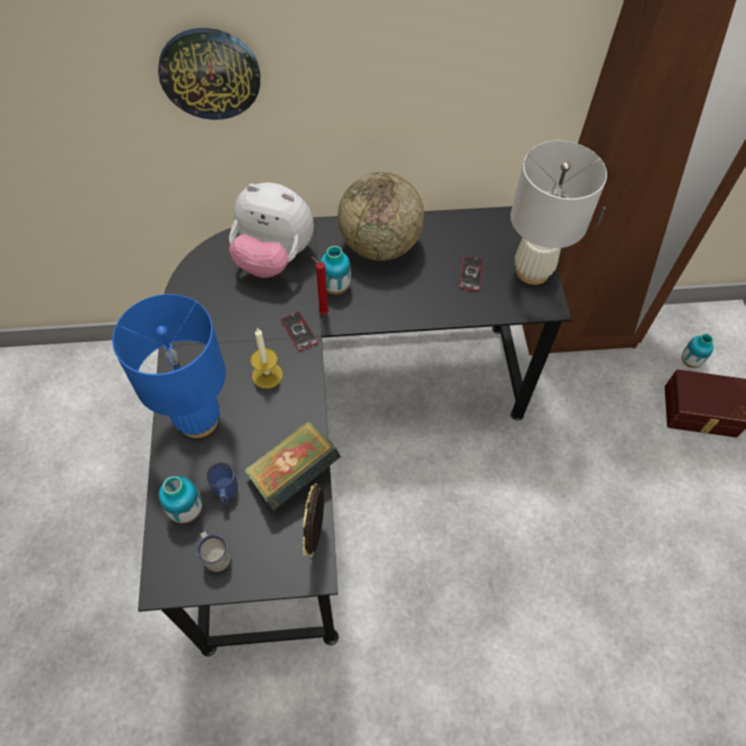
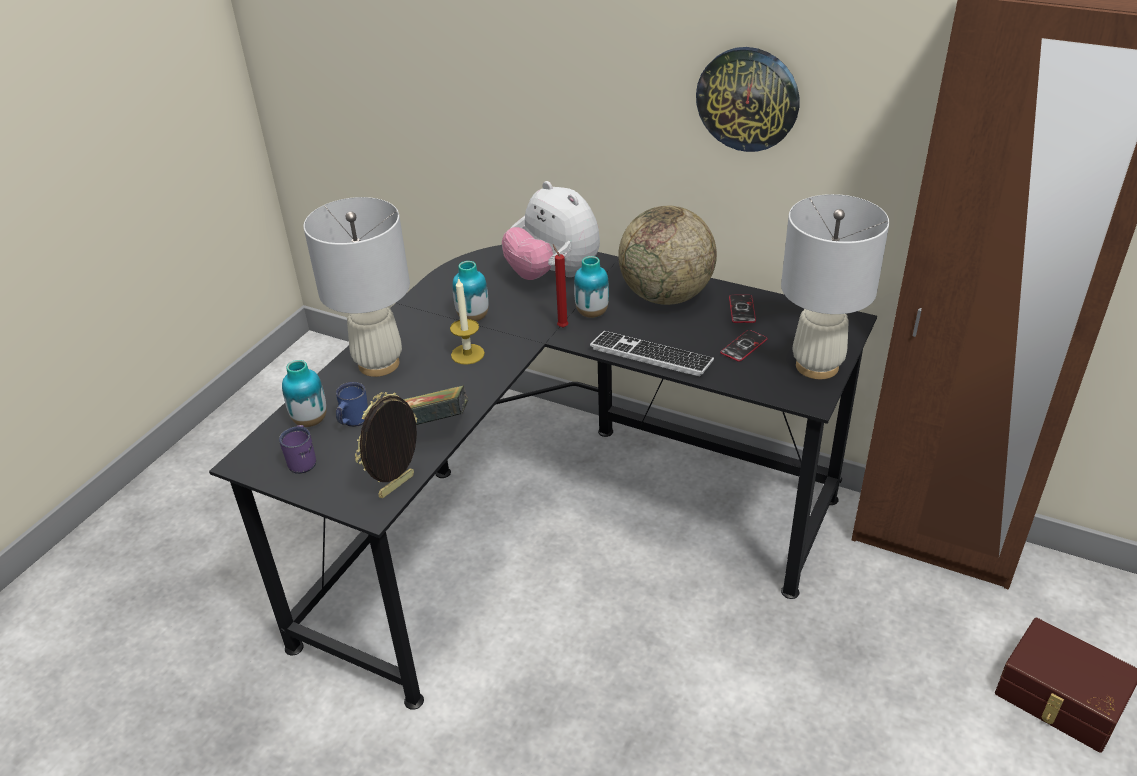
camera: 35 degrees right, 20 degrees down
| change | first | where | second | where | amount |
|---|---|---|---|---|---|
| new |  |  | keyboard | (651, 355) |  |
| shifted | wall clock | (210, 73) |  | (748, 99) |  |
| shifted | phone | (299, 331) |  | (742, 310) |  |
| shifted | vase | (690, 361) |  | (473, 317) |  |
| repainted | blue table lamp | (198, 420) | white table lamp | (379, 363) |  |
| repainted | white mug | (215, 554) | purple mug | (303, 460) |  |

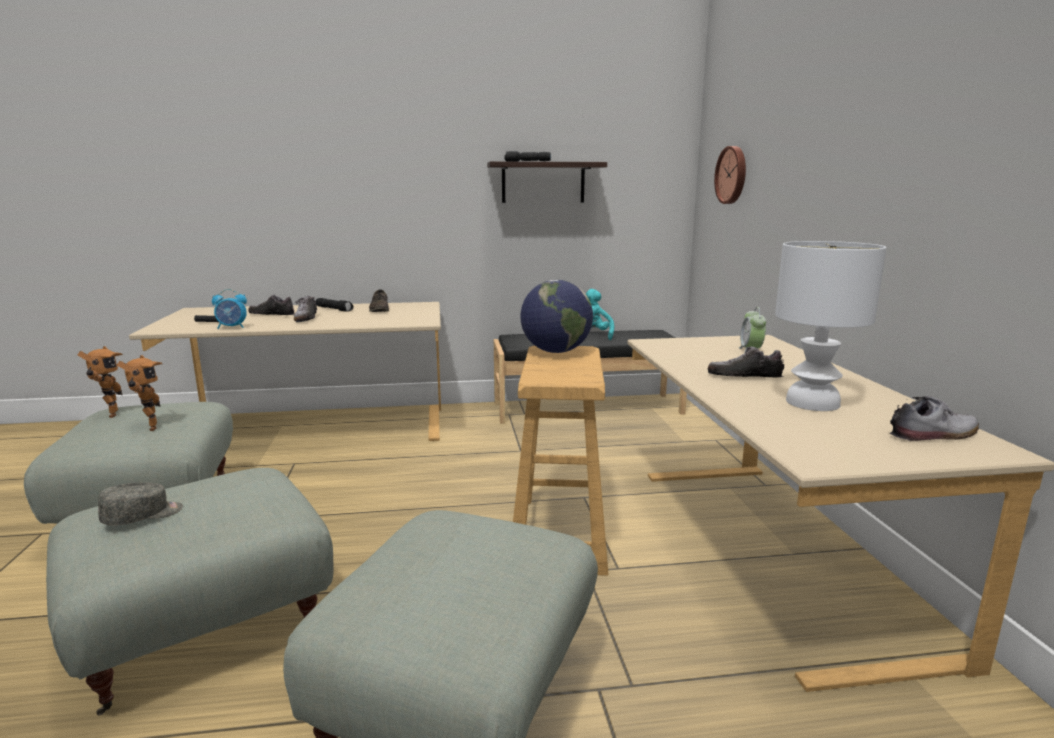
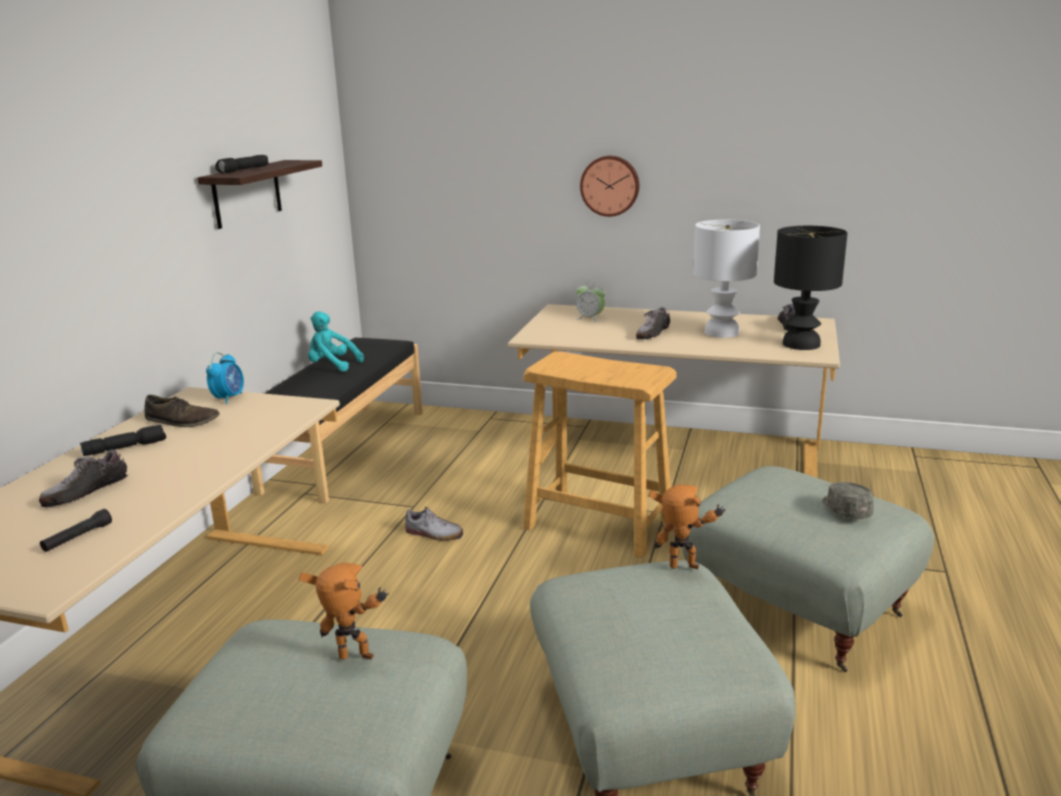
camera: 65 degrees left, 5 degrees up
| change | first | where | second | where | amount |
|---|---|---|---|---|---|
| gone | globe | (556, 351) |  |  |  |
| new |  |  | black table lamp | (802, 344) |  |
| shifted | toy robot | (109, 414) |  | (684, 570) |  |
| shifted | grey cap | (143, 516) |  | (845, 510) |  |
| shifted | alarm clock | (232, 327) |  | (229, 398) |  |
| shifted | shoe | (306, 318) |  | (433, 533) |  |
| shifted | wall clock | (732, 175) |  | (610, 185) |  |

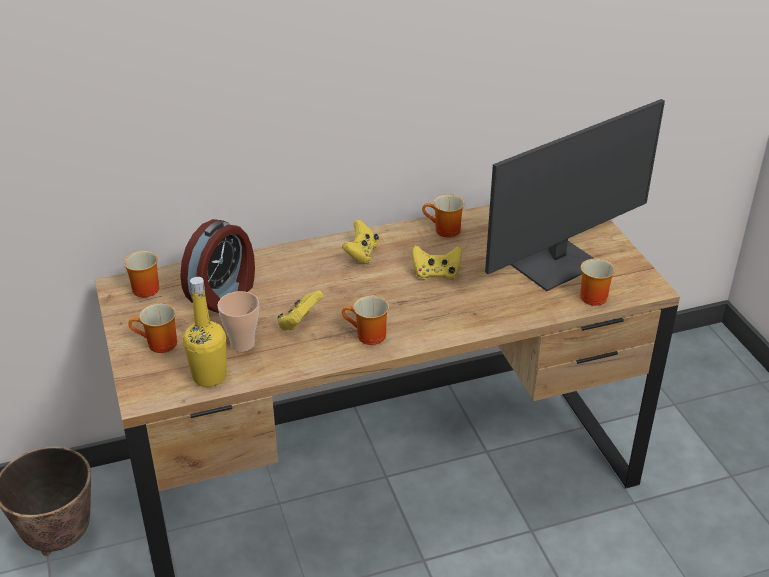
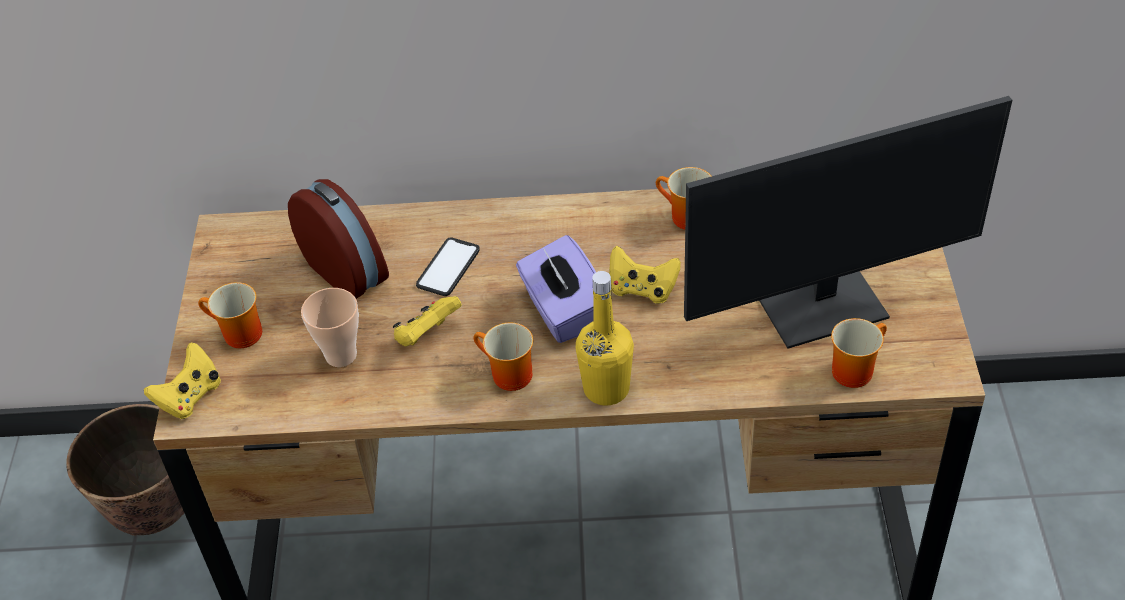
camera: 20 degrees right, 10 degrees up
| change | first | where | second | where | amount |
|---|---|---|---|---|---|
| gone | mug | (143, 287) |  |  |  |
| new |  |  | phone | (448, 268) |  |
| new |  |  | purple tissue box | (563, 311) |  |
| shifted | yellow bottle | (209, 376) |  | (606, 389) |  |
| shifted | yellow game controller | (361, 254) |  | (190, 397) |  |
| rotated | alarm clock | (223, 294) |  | (348, 270) | 90 degrees counterclockwise |

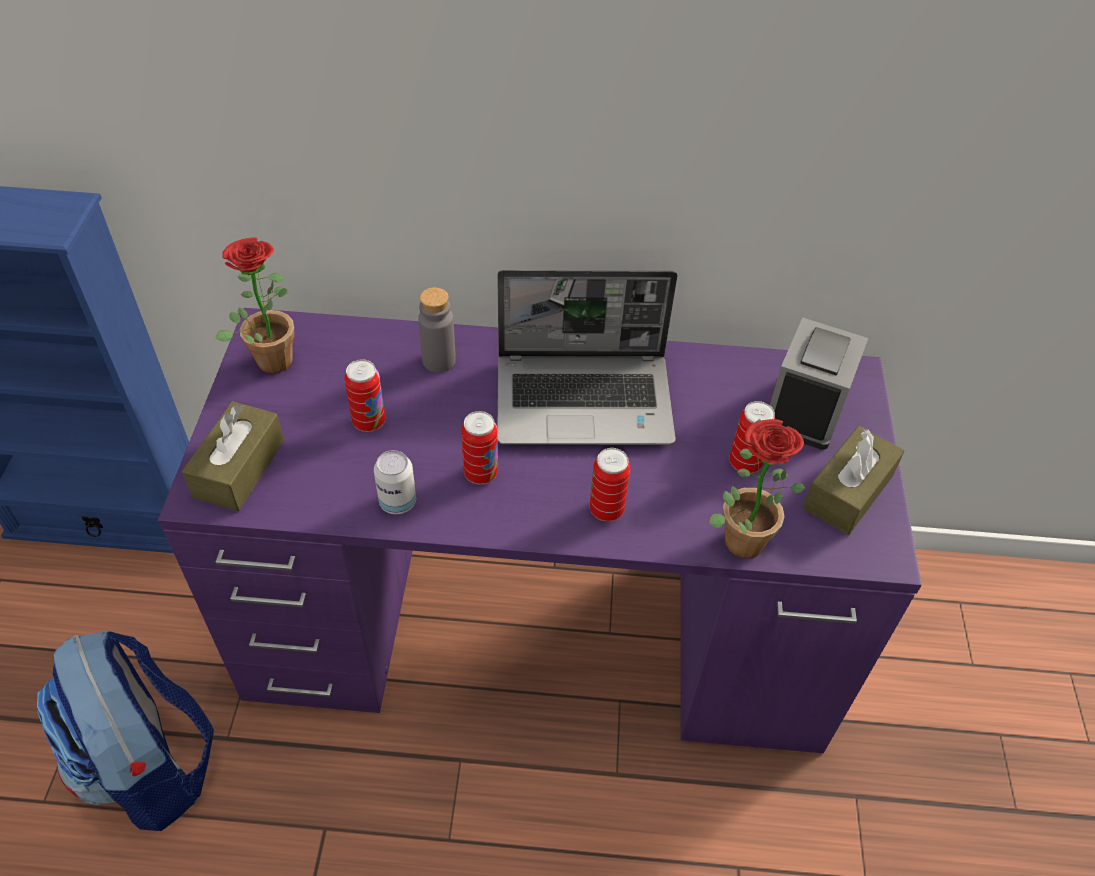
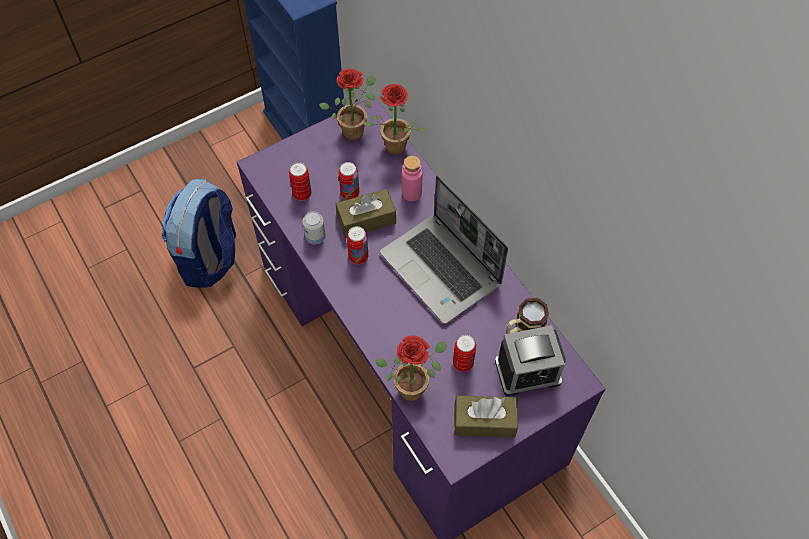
camera: 55 degrees right, 10 degrees up
| change | first | where | second | where | amount |
|---|---|---|---|---|---|
| new |  |  | potted plant | (392, 149) |  |
| new |  |  | mug | (524, 328) |  |
| shifted | brown tissue box | (239, 468) |  | (366, 220) |  |
| shifted | can | (606, 510) |  | (302, 194) |  |
| repainted | grey bottle | (439, 360) | pink bottle | (411, 193) |  |

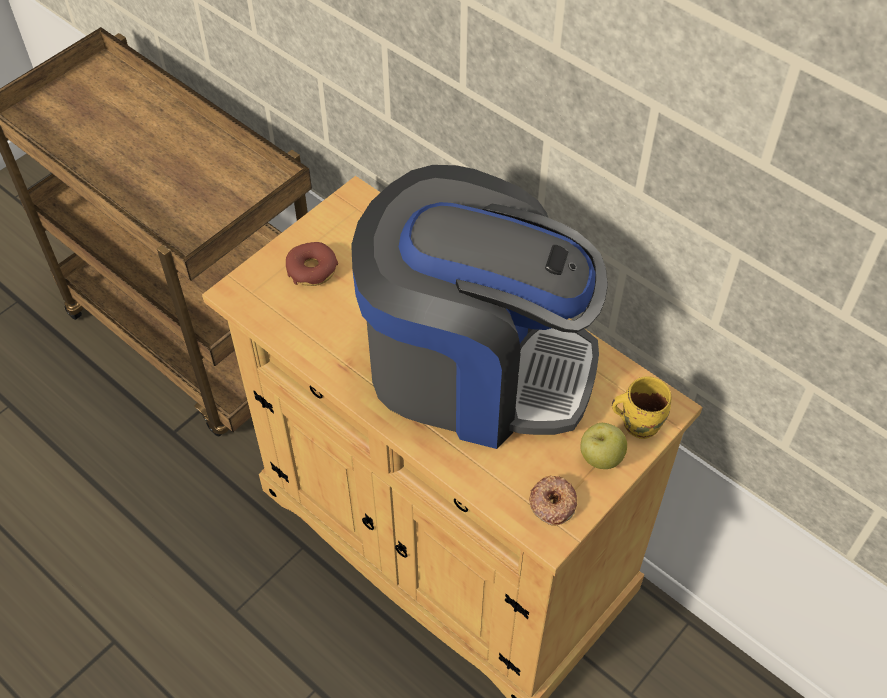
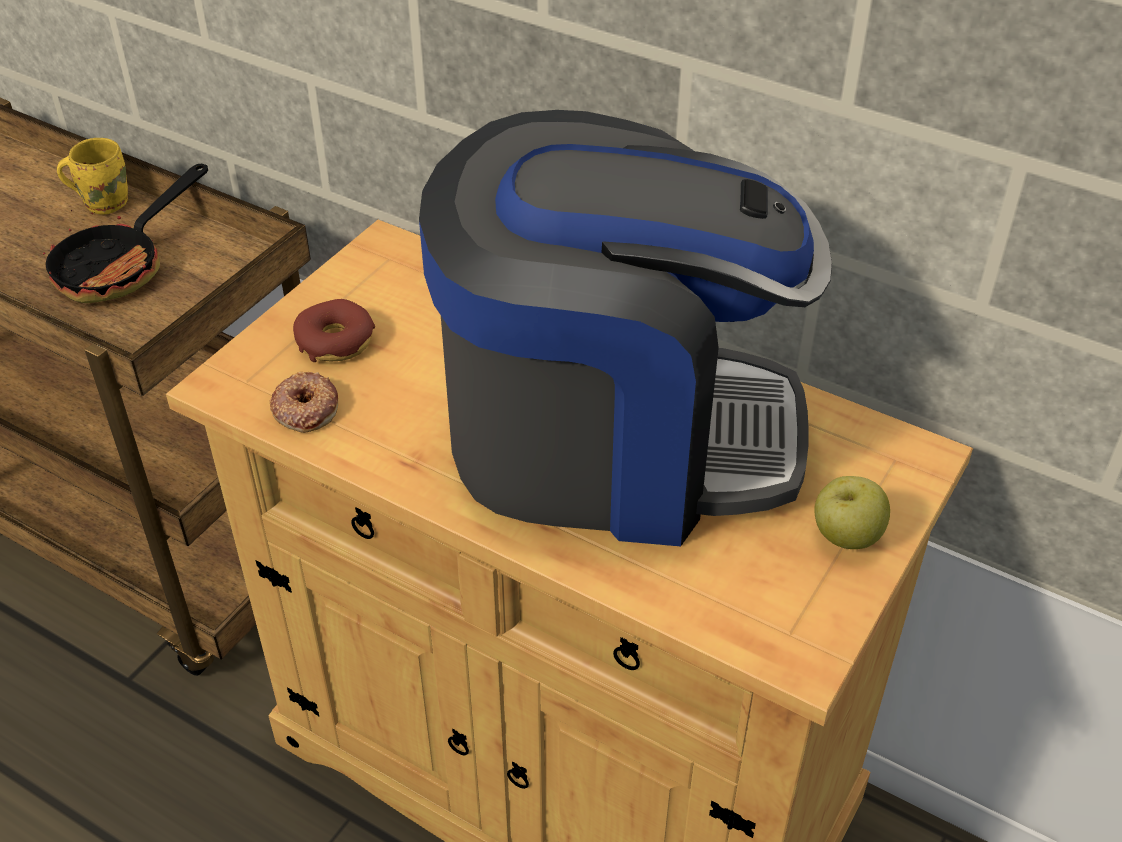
camera: 10 degrees left, 10 degrees down
| change | first | where | second | where | amount |
|---|---|---|---|---|---|
| new |  |  | frying pan | (122, 265) |  |
| shifted | donut | (552, 503) |  | (305, 408) |  |
| shifted | yellow mug | (638, 422) |  | (104, 202) |  |

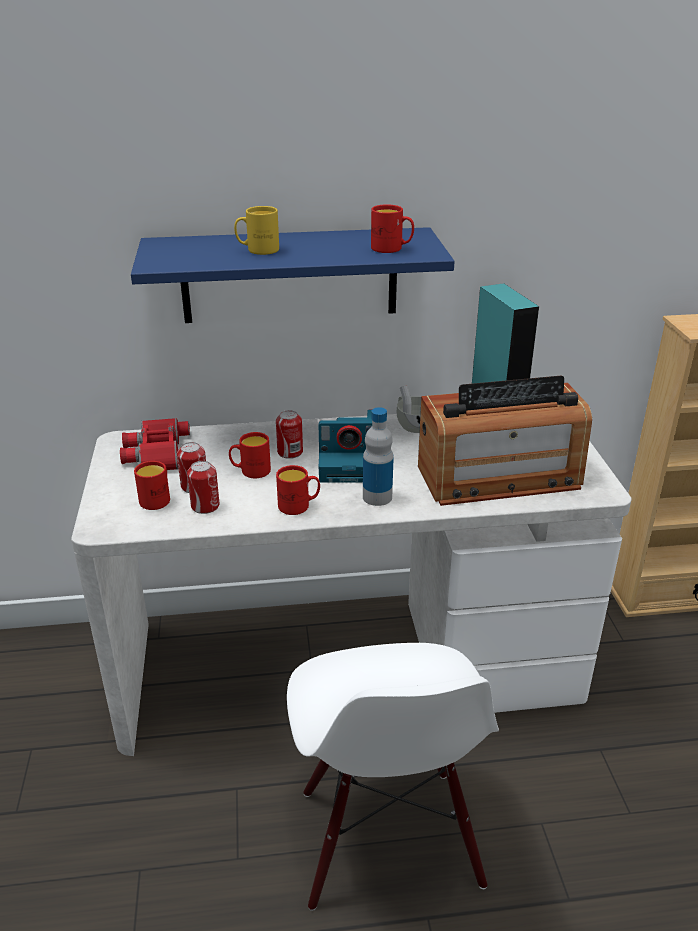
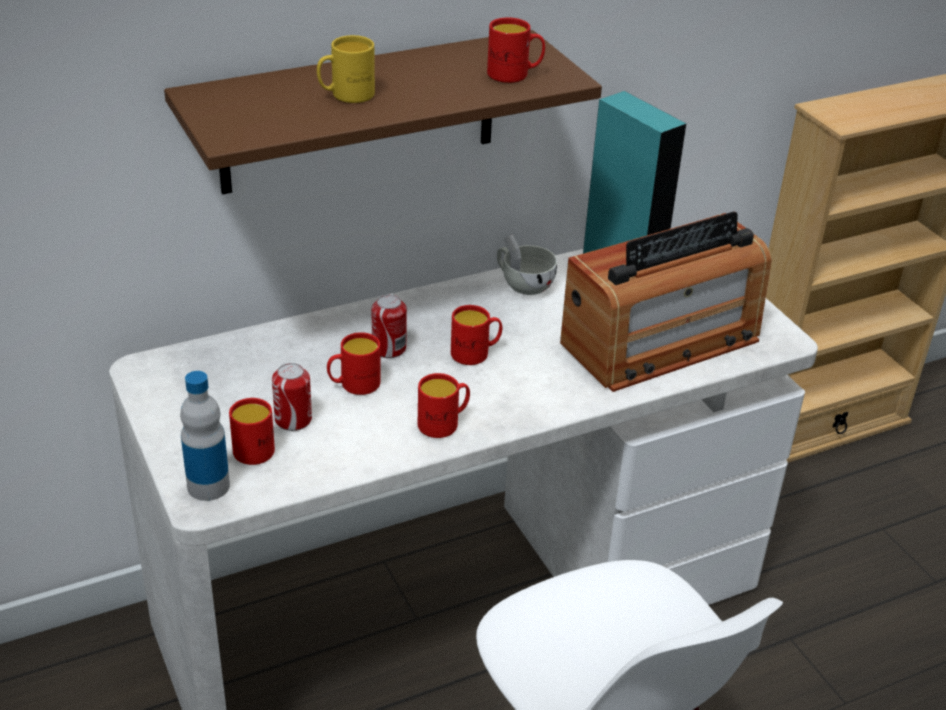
camera: 20 degrees left, 5 degrees up
| change | first | where | second | where | amount |
|---|---|---|---|---|---|
| gone | red binoculars | (156, 452) |  |  |  |
| gone | can | (205, 506) |  |  |  |
| shifted | bottle | (377, 497) |  | (208, 486) |  |
| swapped | photo camera | (351, 464) | red mug | (476, 353) |  |
| repainted | blue shelf | (289, 275) | brown shelf | (359, 113) |  |

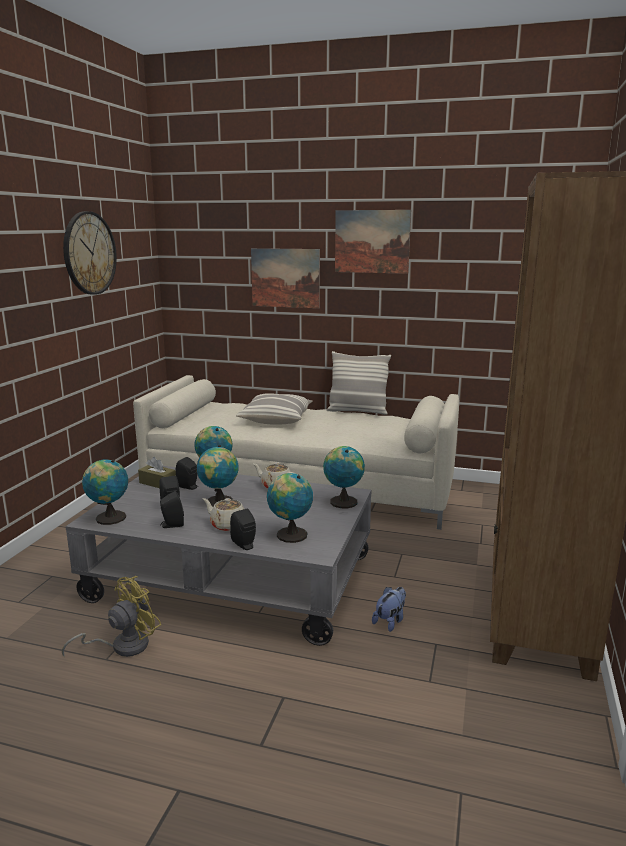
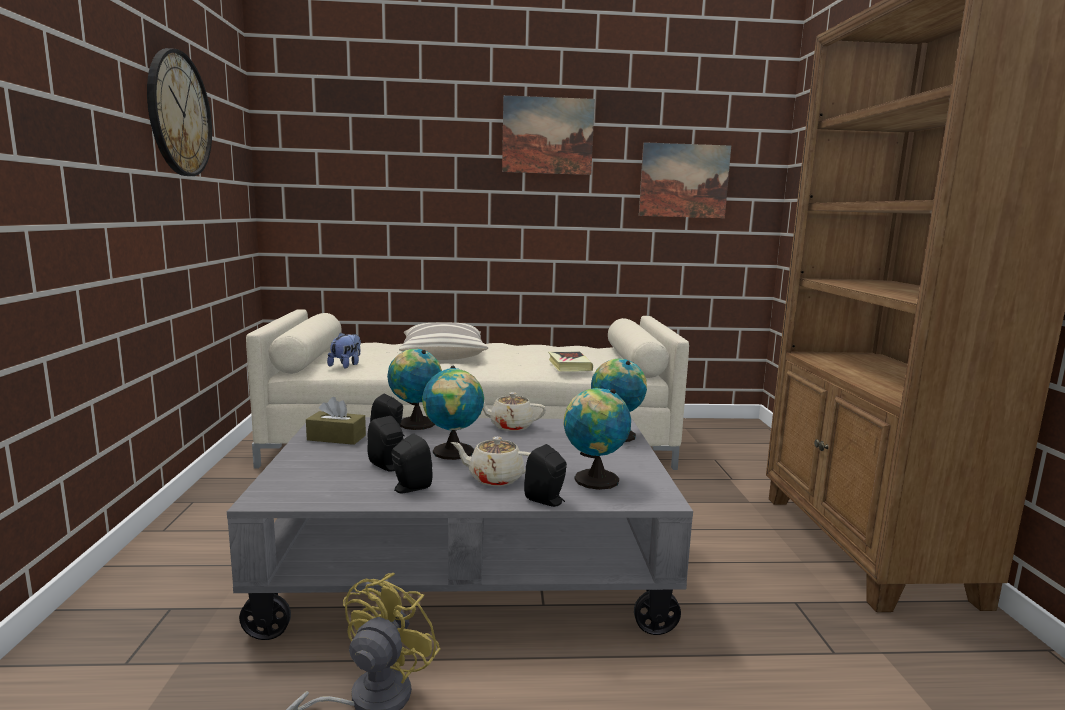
camera: 20 degrees left, 5 degrees down
| change | first | where | second | where | amount |
|---|---|---|---|---|---|
| gone | globe | (108, 518) |  |  |  |
| gone | pillow | (357, 411) |  |  |  |
| new |  |  | book | (569, 365) |  |
| shifted | picture | (285, 278) |  | (684, 181) |  |
| shifted | plush toy | (390, 621) |  | (346, 365) |  |

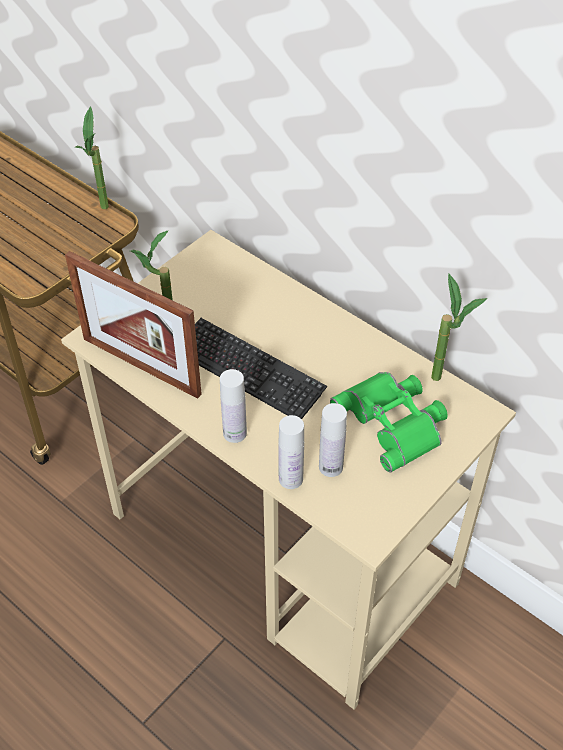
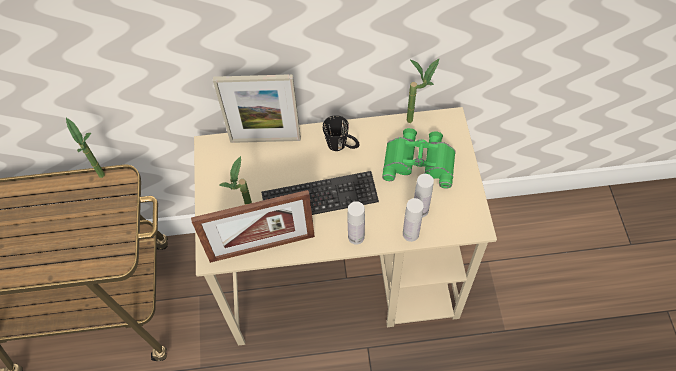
camera: 45 degrees left, 10 degrees up
| change | first | where | second | where | amount |
|---|---|---|---|---|---|
| new |  |  | picture frame | (265, 139) |  |
| new |  |  | black mug | (342, 145) |  |

